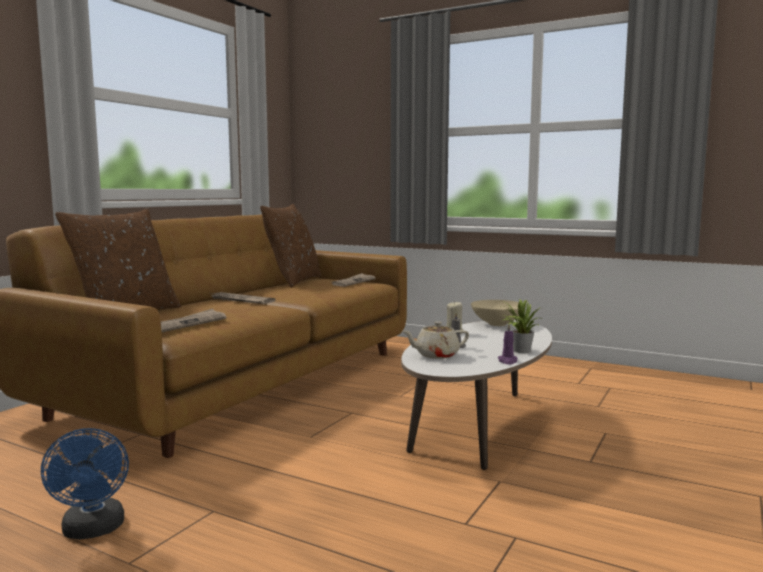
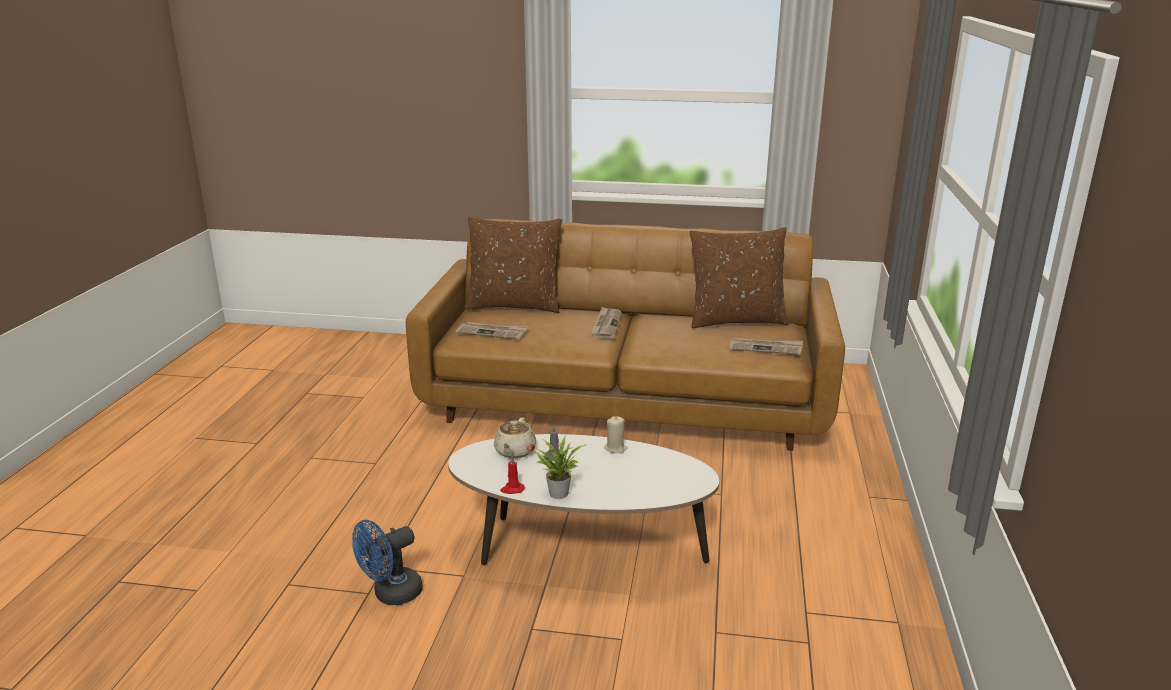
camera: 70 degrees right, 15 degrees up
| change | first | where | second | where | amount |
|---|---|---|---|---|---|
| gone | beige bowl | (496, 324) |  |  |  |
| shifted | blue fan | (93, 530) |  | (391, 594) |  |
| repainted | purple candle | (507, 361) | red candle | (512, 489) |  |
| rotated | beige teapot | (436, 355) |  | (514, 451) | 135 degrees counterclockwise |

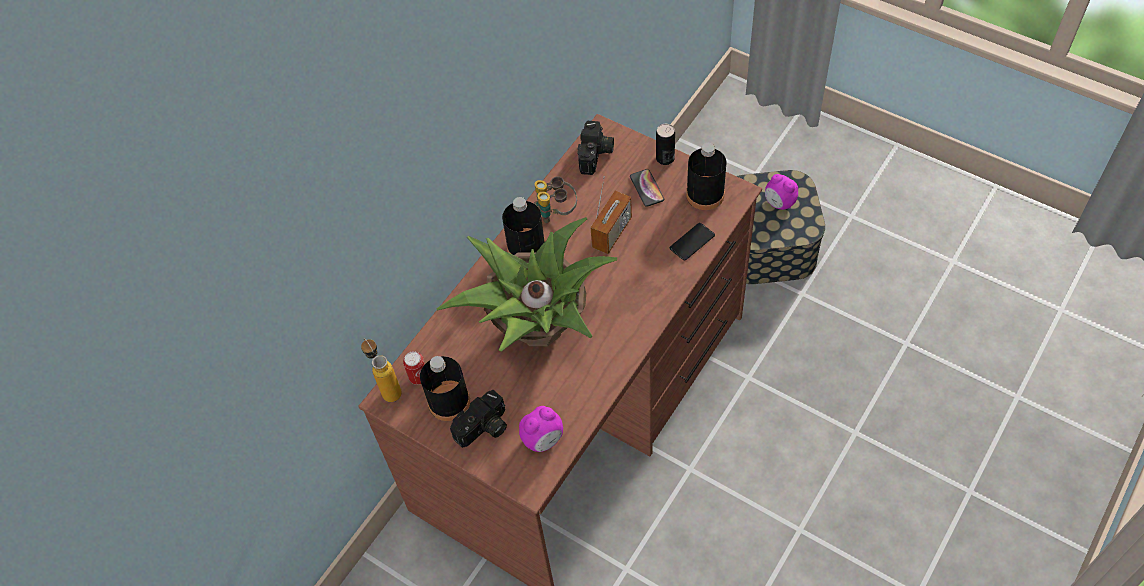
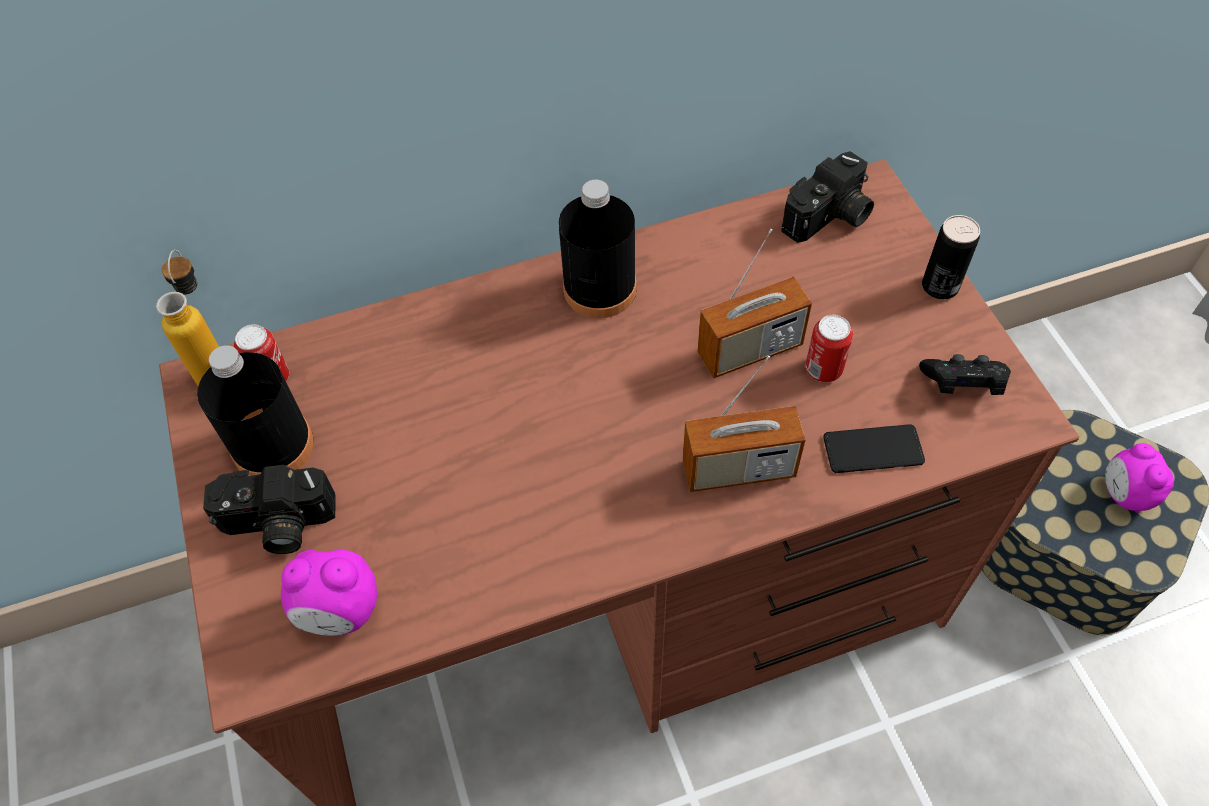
camera: 35 degrees right, 0 degrees up
| change | first | where | second | where | amount |
|---|---|---|---|---|---|
| gone | potted plant | (537, 328) |  |  |  |
| gone | binoculars | (556, 212) |  |  |  |
| gone | phone | (646, 188) |  |  |  |
| new |  |  | radio | (738, 469) |  |
| new |  |  | can | (823, 370) |  |
| swapped | black bottle | (705, 194) | black game controller | (962, 385) |  |

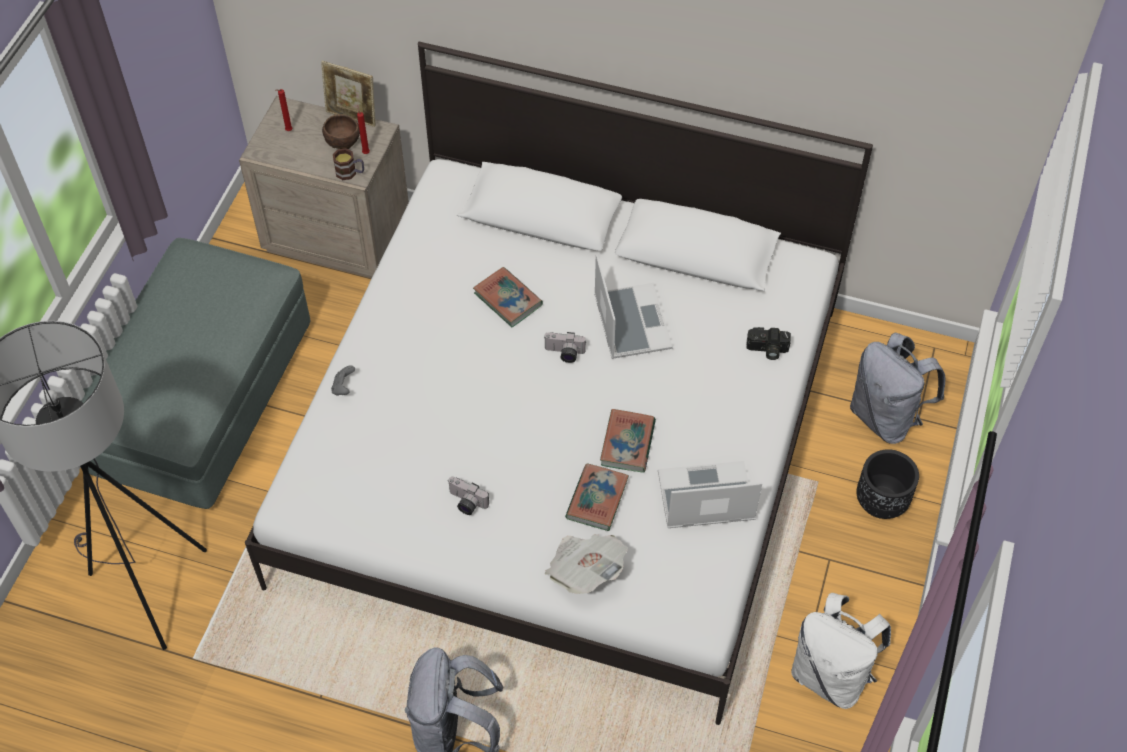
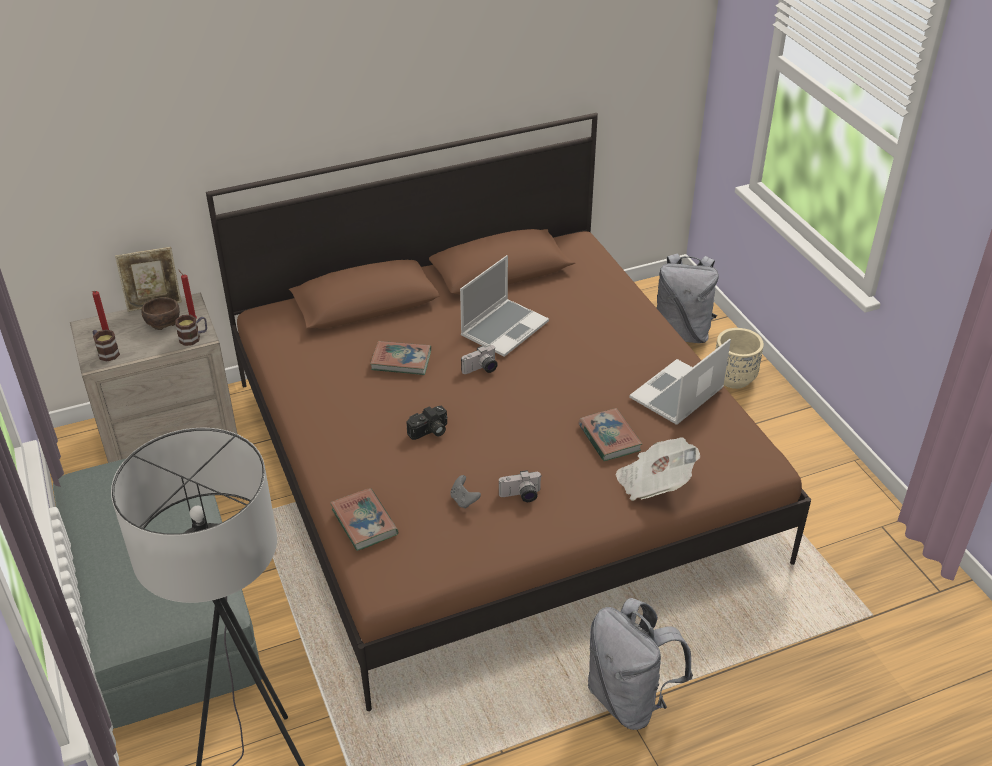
camera: 40 degrees left, 15 degrees down
| change | first | where | second | where | amount |
|---|---|---|---|---|---|
| gone | white backpack | (831, 674) |  |  |  |
| new |  |  | mug | (106, 352) |  |
| shifted | grey game controller | (343, 387) |  | (464, 500) |  |
| shifted | book | (627, 443) |  | (364, 522) |  |
| shifted | photo camera | (767, 350) |  | (429, 432) |  |
| repainted | white bed | (564, 443) | brown bed | (496, 466) |  |
| repainted | black planter | (881, 502) | beige planter | (734, 378) |  |
| rotated | laptop | (630, 322) |  | (504, 328) | 90 degrees clockwise |

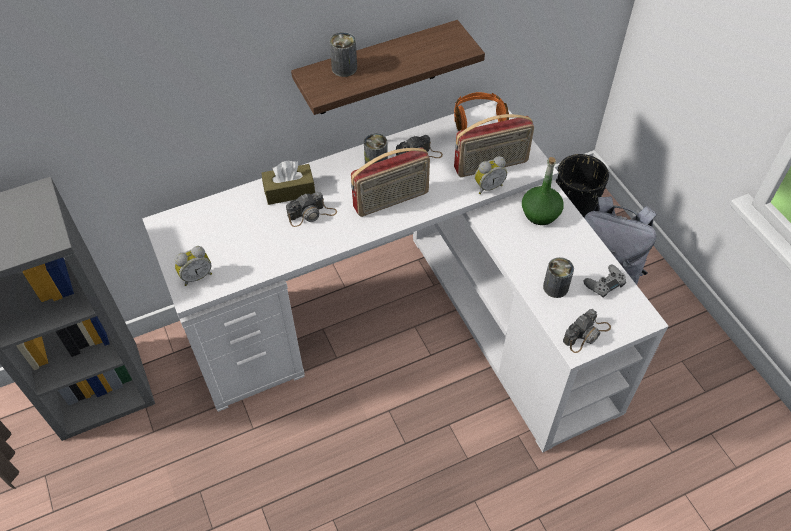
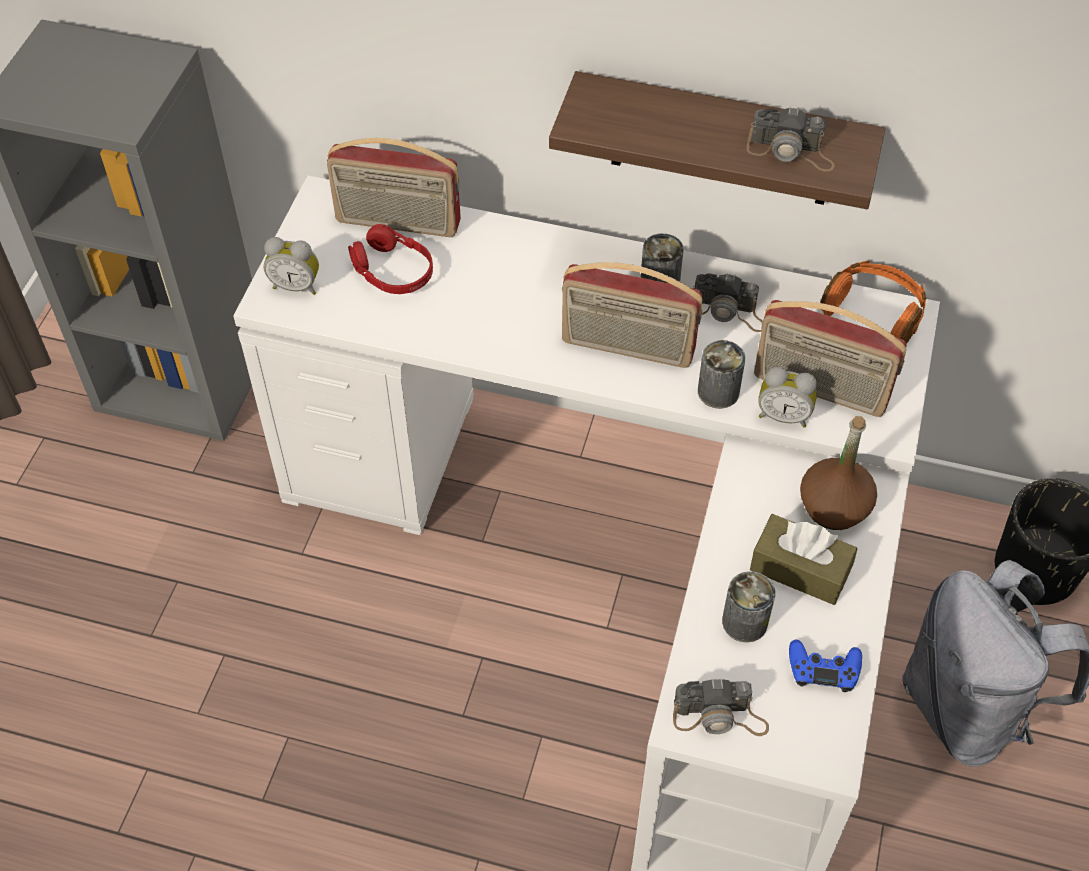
camera: 40 degrees right, 0 degrees up
| change | first | where | second | where | amount |
|---|---|---|---|---|---|
| new |  |  | radio | (397, 223) |  |
| new |  |  | red headphones | (392, 271) |  |
| shifted | brown tissue box | (289, 191) |  | (800, 569) |  |
| shifted | photo camera | (312, 214) |  | (791, 151) |  |
| shifted | can | (344, 68) |  | (718, 391) |  |
| repainted | green bottle | (540, 213) | brown bottle | (834, 507) |  |
| repainted | grey game controller | (604, 284) | blue game controller | (823, 669) |  |

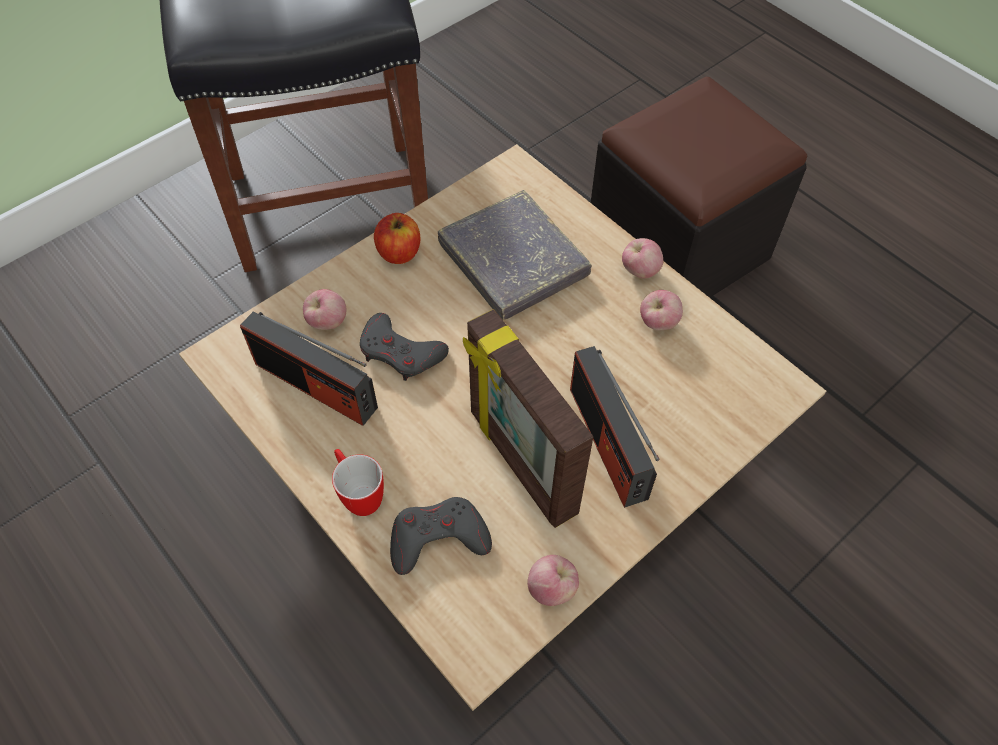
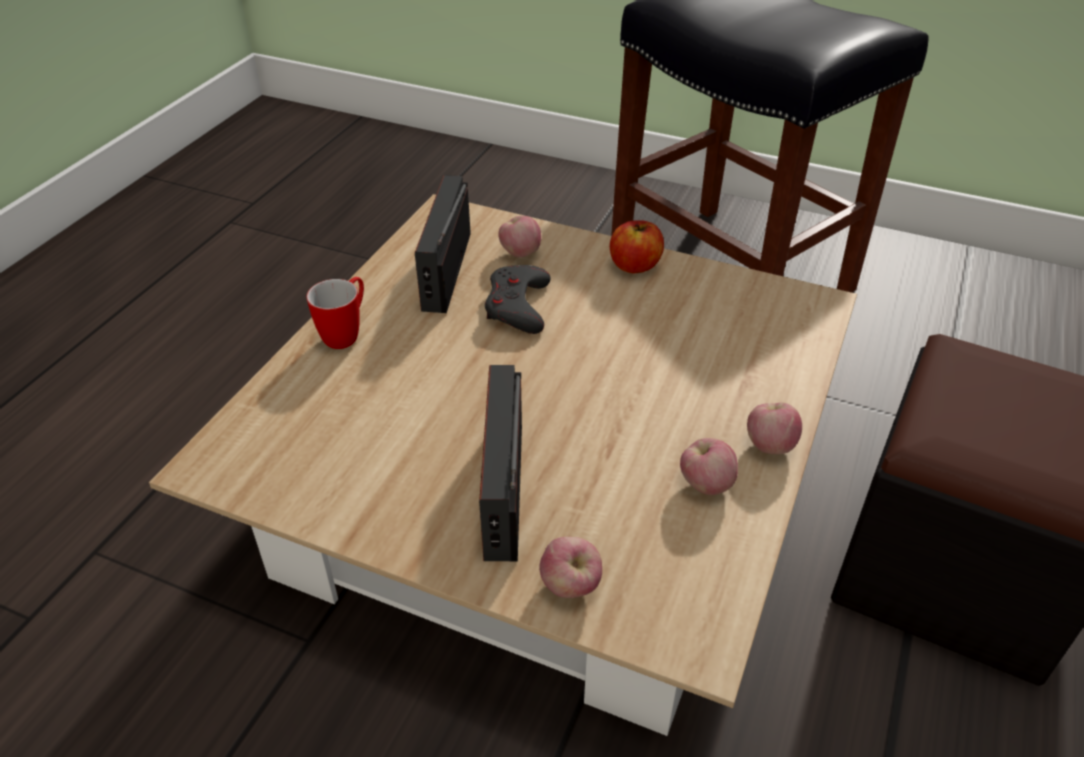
camera: 65 degrees right, 15 degrees down
| change | first | where | second | where | amount |
|---|---|---|---|---|---|
| gone | grey game controller | (438, 538) |  |  |  |
| gone | grey book | (513, 260) |  |  |  |
| gone | picture frame | (520, 462) |  |  |  |
| shifted | apple | (551, 588) |  | (570, 586) |  |
| rotated | radio | (607, 443) |  | (503, 490) | 45 degrees counterclockwise |

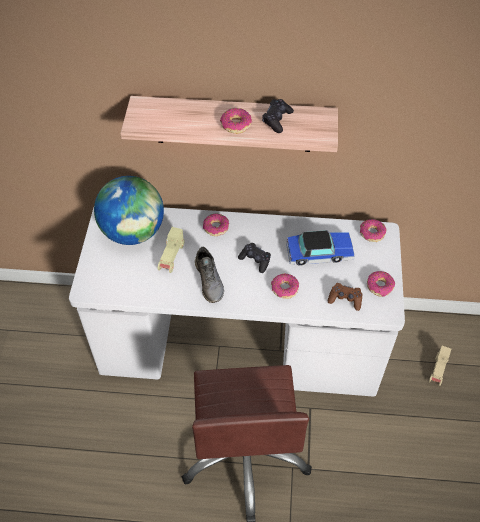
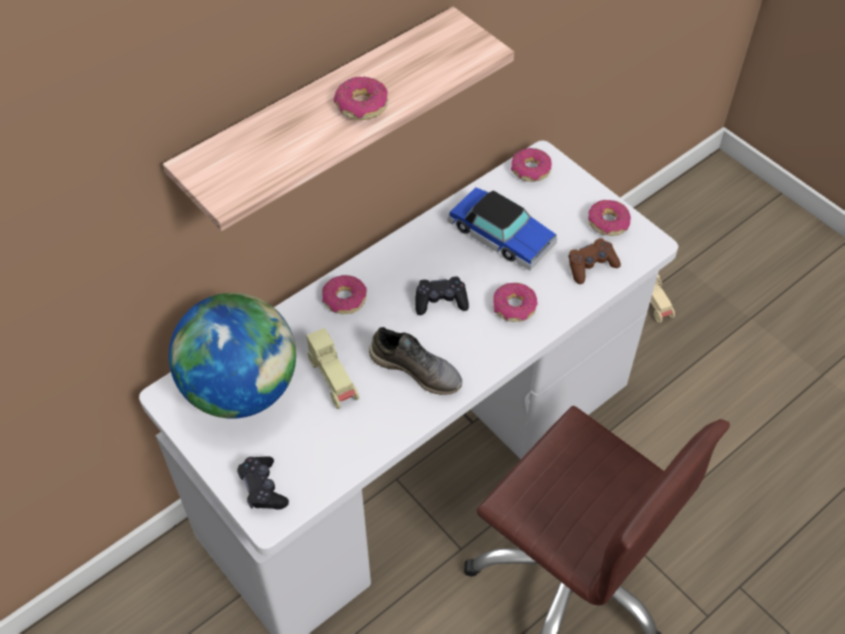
camera: 45 degrees left, 0 degrees up
| change | first | where | second | where | amount |
|---|---|---|---|---|---|
| shifted | black game controller | (277, 120) |  | (263, 488) |  |
| rotated | toy car | (319, 253) |  | (501, 235) | 90 degrees clockwise |

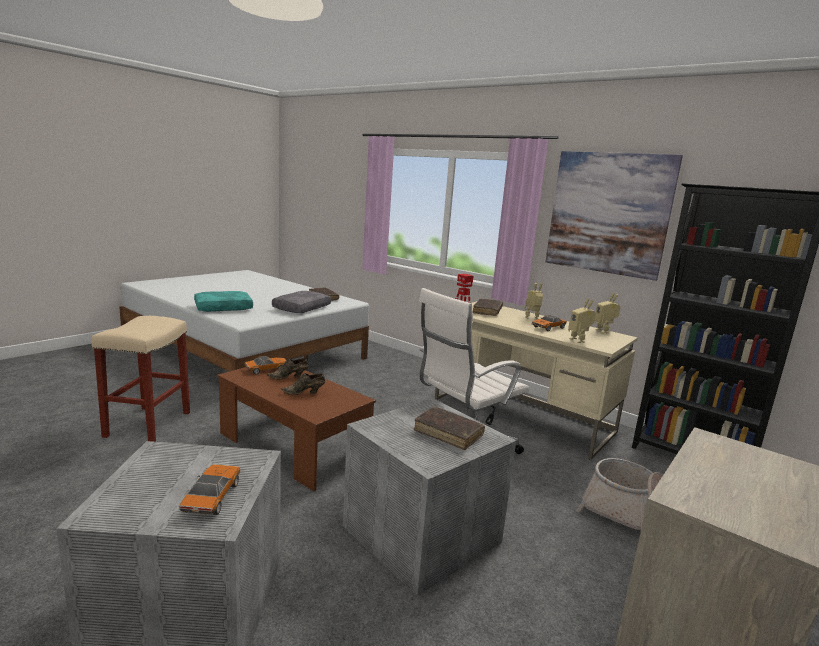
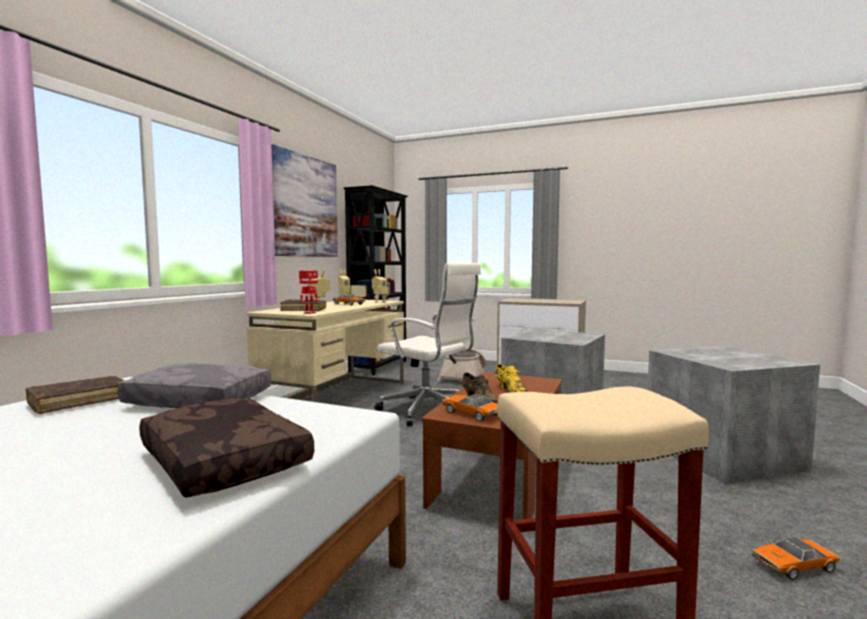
camera: 105 degrees left, 10 degrees down
| change | first | where | second | where | amount |
|---|---|---|---|---|---|
| gone | brown book | (448, 433) |  |  |  |
| shifted | toy car | (212, 496) |  | (793, 566) |  |
| repainted | turquoise pillow | (224, 308) | brown pillow | (220, 461) |  |
| repainted | brown shoe | (304, 393) | yellow shoe | (510, 389) |  |

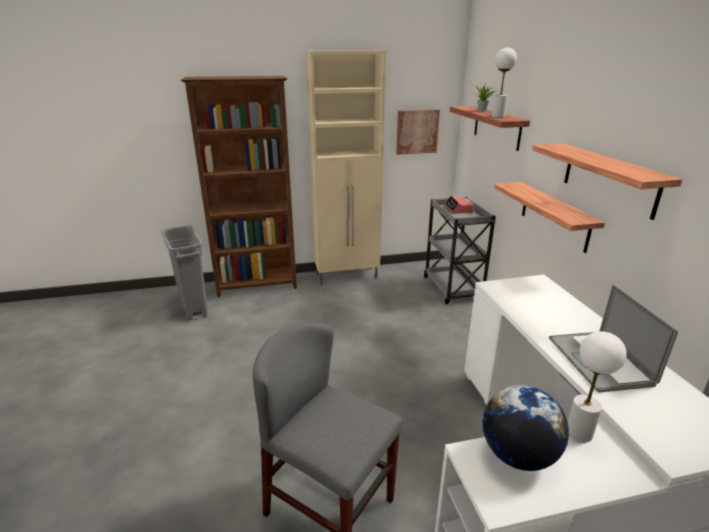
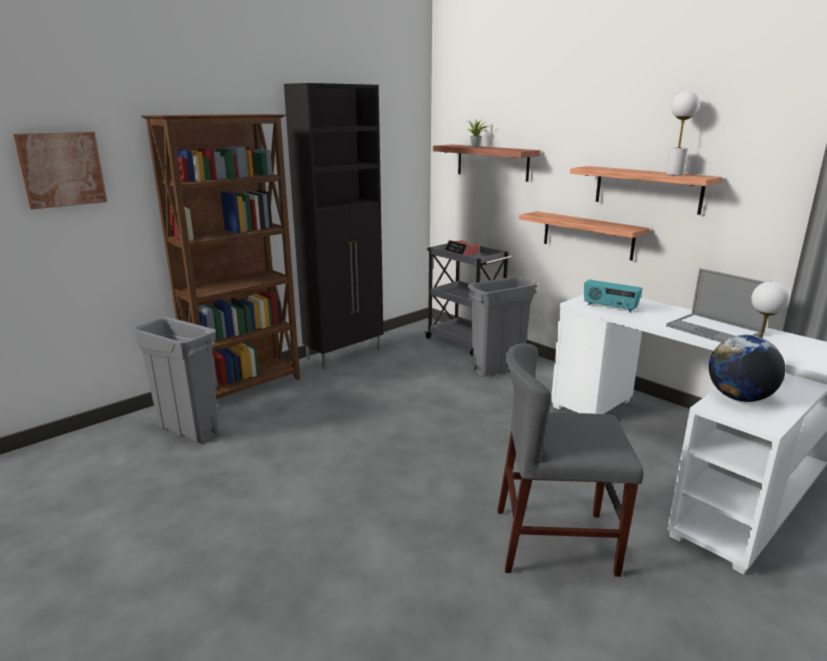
camera: 30 degrees left, 5 degrees down
| change | first | where | second | where | amount |
|---|---|---|---|---|---|
| new |  |  | grey trash can | (498, 368) |  |
| new |  |  | radio | (610, 307) |  |
| shifted | picture | (417, 131) |  | (61, 169) |  |
| shifted | white table lamp | (498, 116) |  | (674, 174) |  |
| repainted | beige cabinet | (347, 276) | black cabinet | (345, 354) |  |

